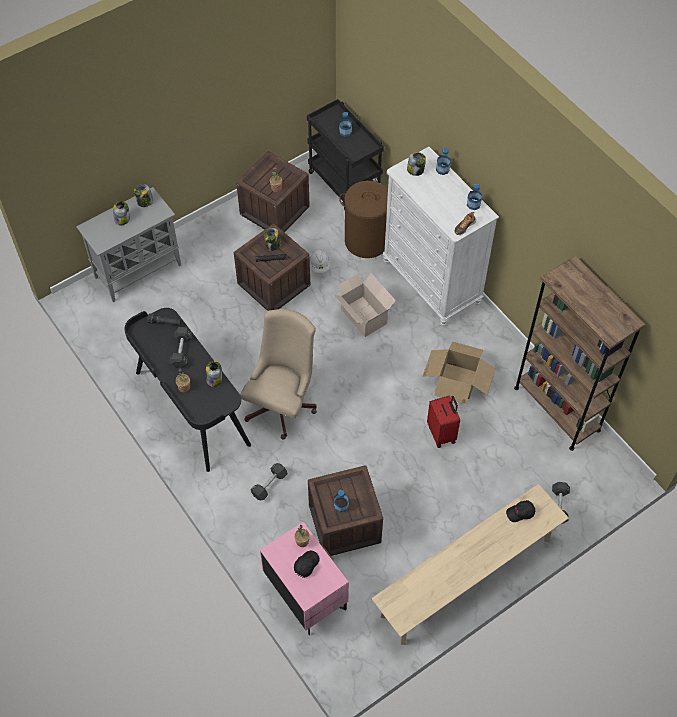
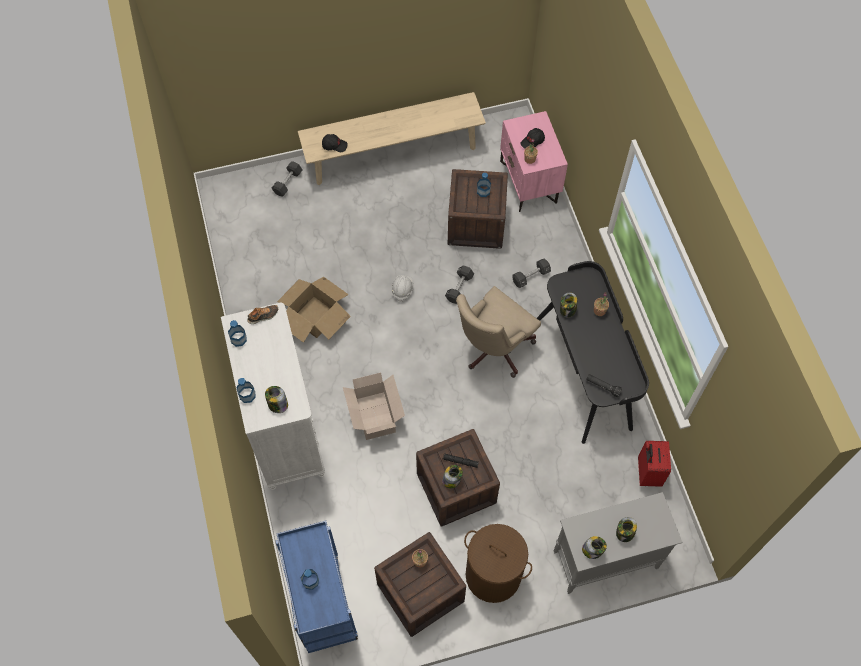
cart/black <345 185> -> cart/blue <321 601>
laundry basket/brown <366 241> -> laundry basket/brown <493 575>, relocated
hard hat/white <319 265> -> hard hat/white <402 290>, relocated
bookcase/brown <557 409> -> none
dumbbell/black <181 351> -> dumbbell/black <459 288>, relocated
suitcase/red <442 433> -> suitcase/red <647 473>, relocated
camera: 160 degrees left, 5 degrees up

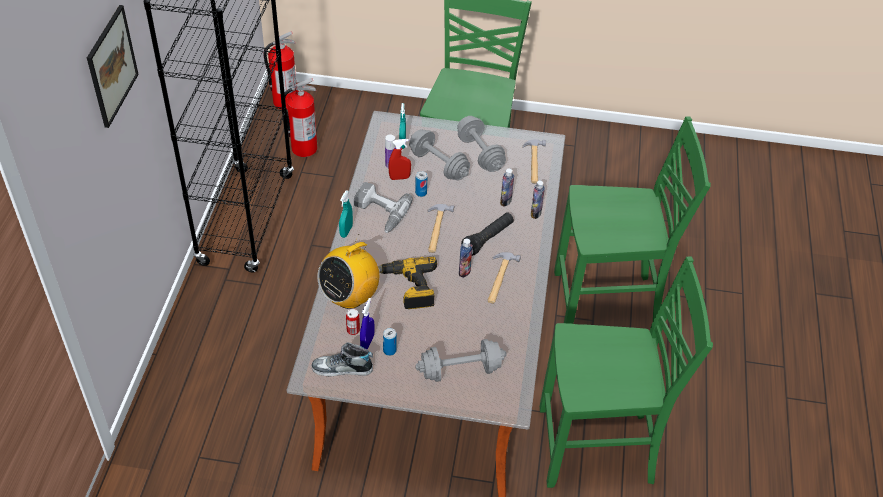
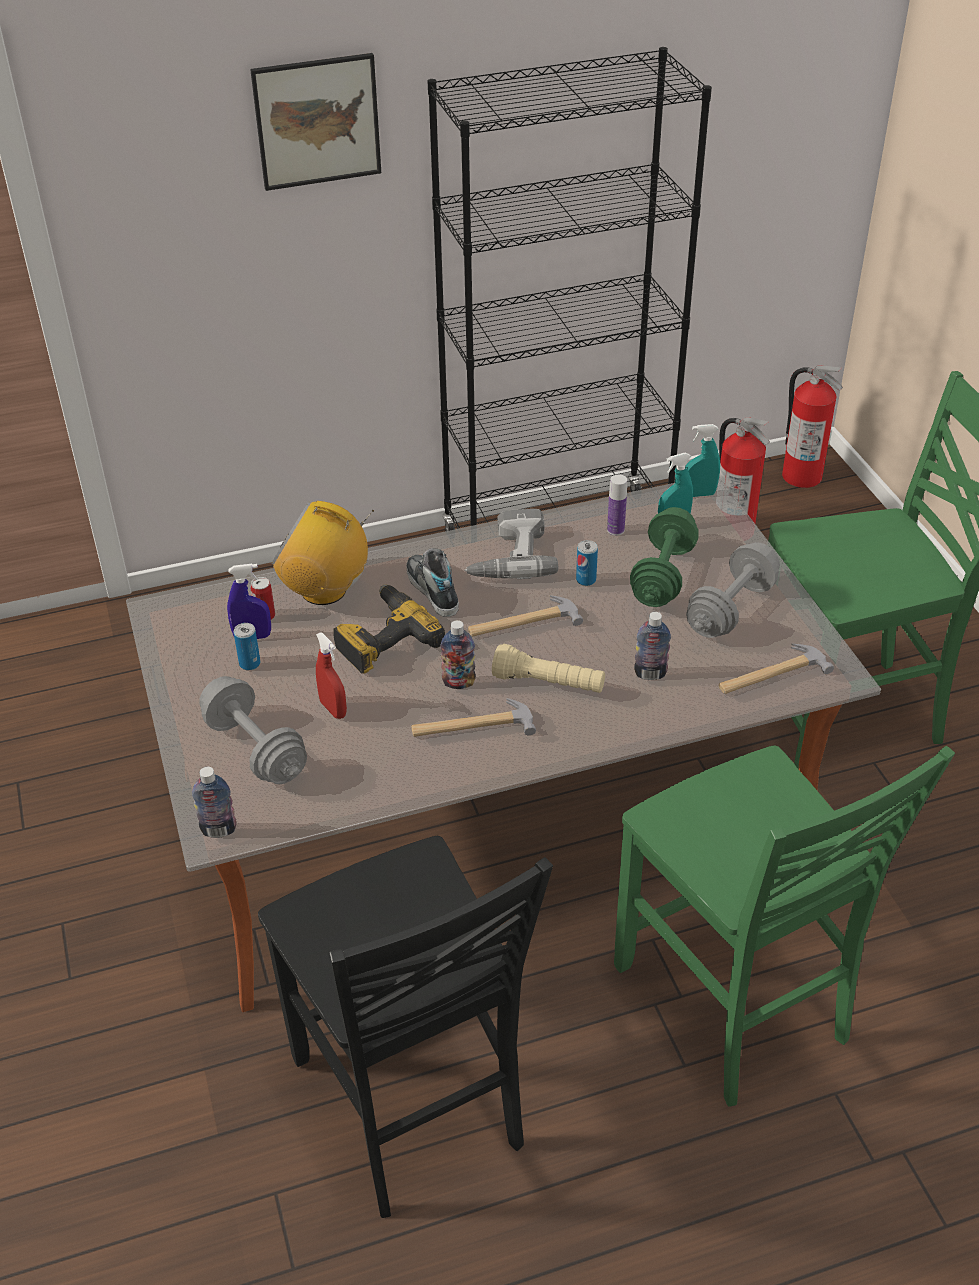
dumbbell/grey <439 165> -> dumbbell/green <662 576>
spray bottle/red <399 177> -> spray bottle/red <333 709>, relocated
bottle <536 213> -> bottle <219 830>, relocated
spray bottle/turquoise <346 231> -> spray bottle/turquoise <699 494>, relocated
flashlight/black <488 239> -> flashlight/beige <548 683>
chair/green <598 448> -> chair/black <411 1104>
shoe <342 369> -> shoe <432 590>, relocated
camera: 65 degrees right, 5 degrees down

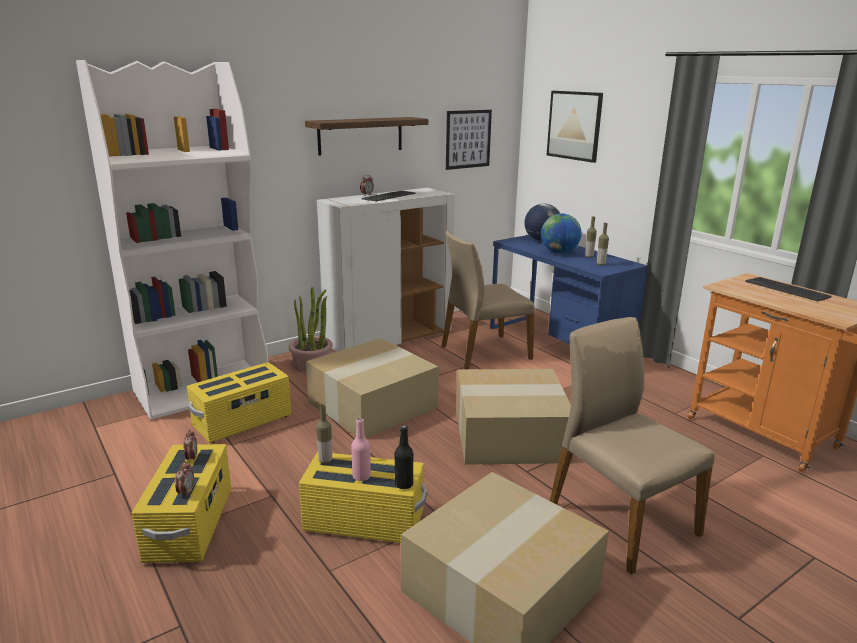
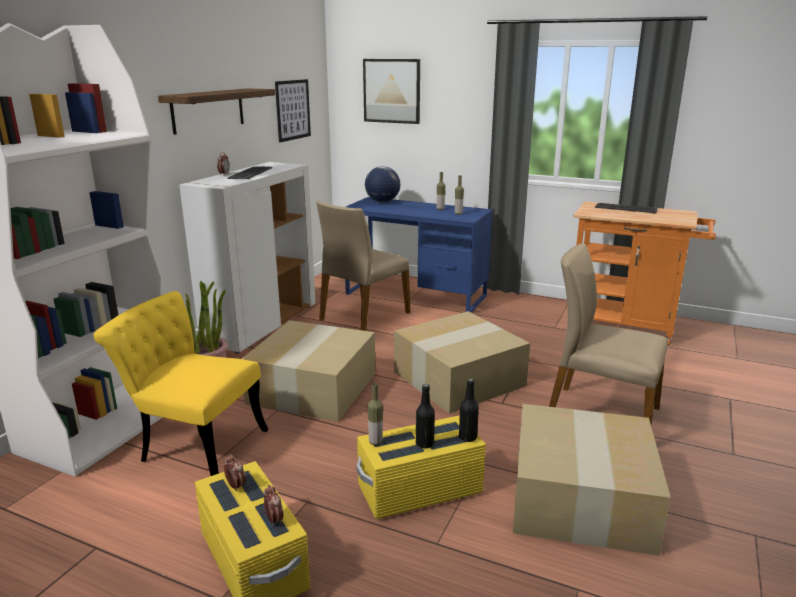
globe <559 253> -> none
storage box/yellow <243 422> -> chair/yellow <194 443>
bottle/pink <361 476> -> bottle/black <424 444>
camera: 30 degrees left, 0 degrees up

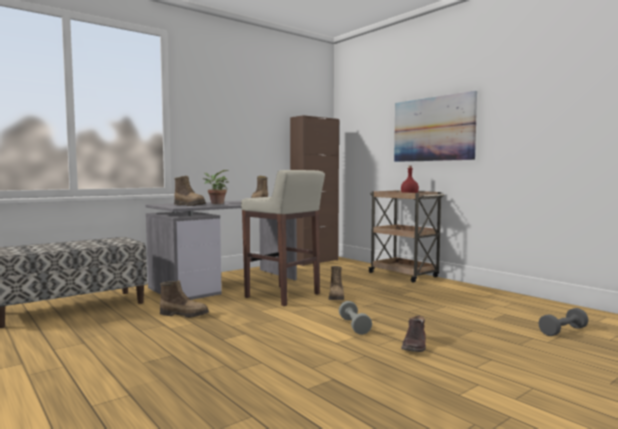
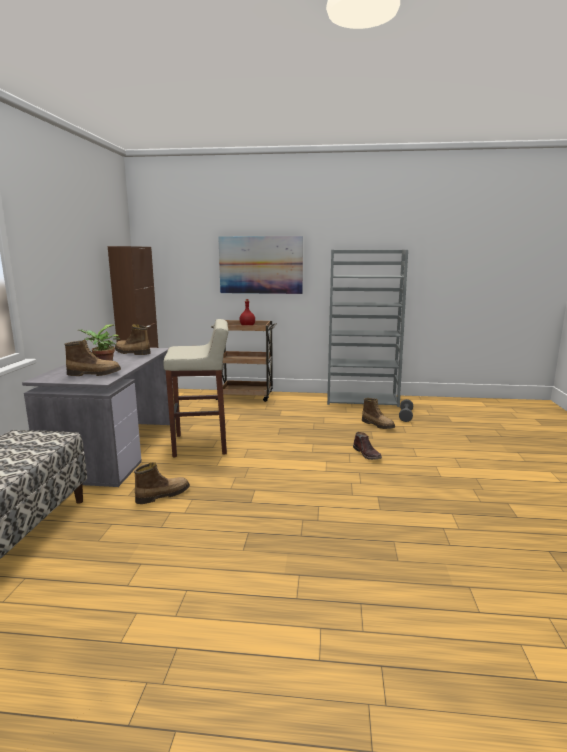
boot <336 297> -> boot <378 425>, relocated
dumbbell/grey <354 326> -> none
none -> bookcase/grey <362 399>
camera: 45 degrees left, 10 degrees up

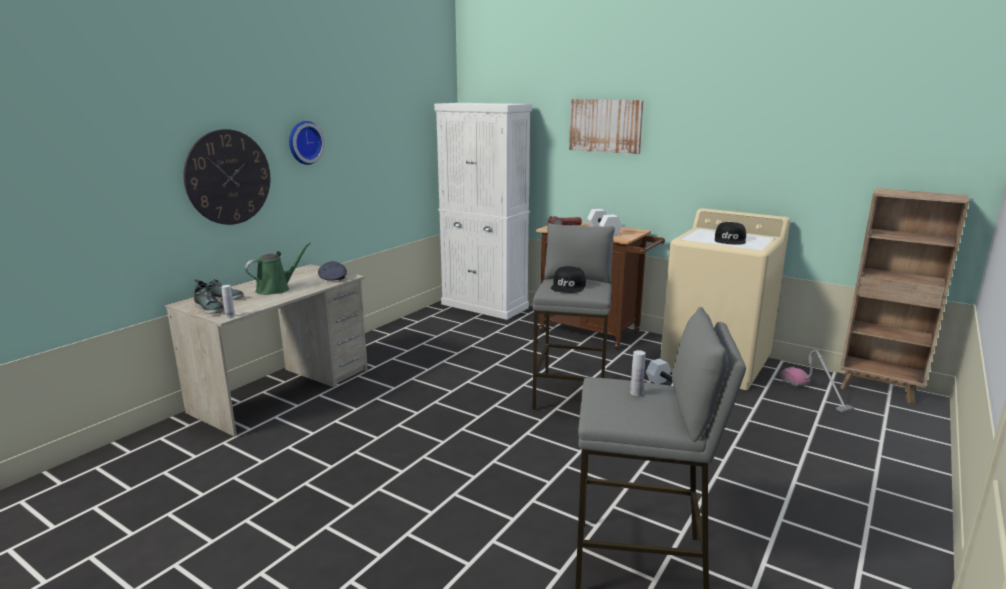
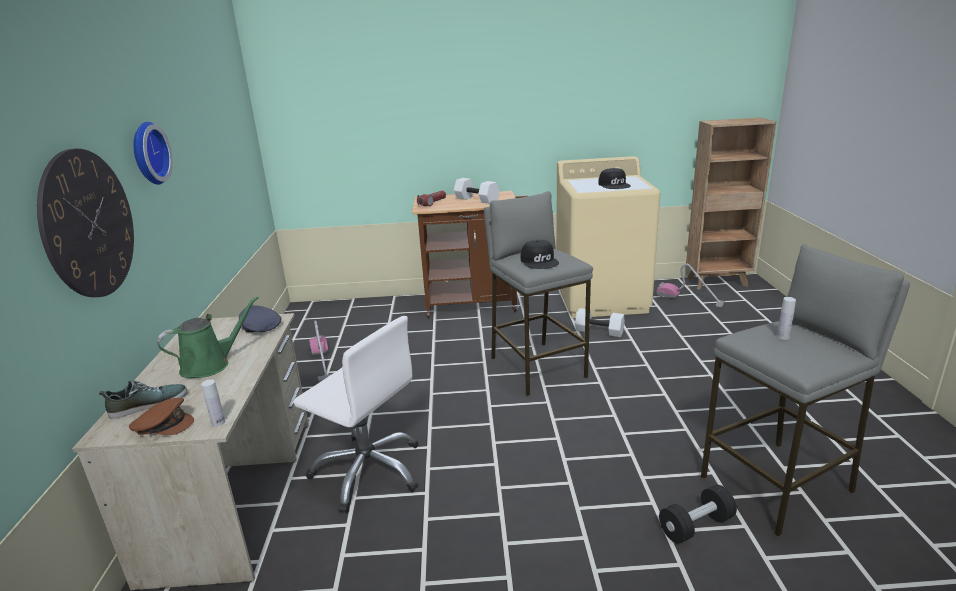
picture <605 125> -> none
cabinet/white <484 306> -> none
watering can/green <276 289> -> watering can/green <210 365>, 45 degrees clockwise
shoe <209 308> -> cap/brown <163 425>
none -> office chair/white <369 471>
none -> vacuum cleaner <322 362>
none -> dumbbell/black <696 526>
camera: 35 degrees left, 5 degrees up

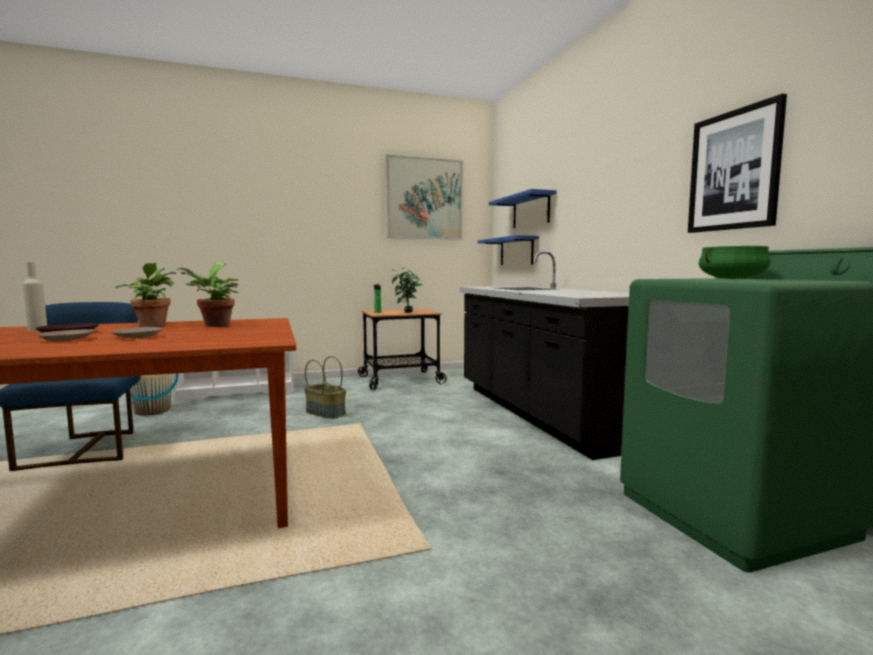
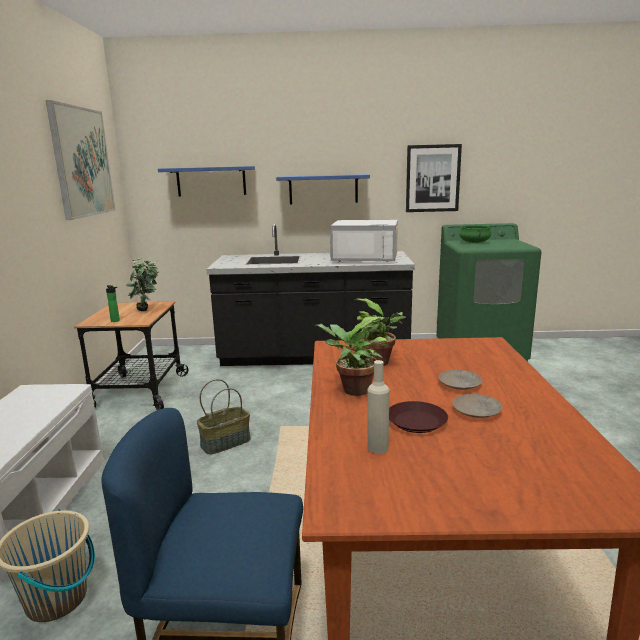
shelf/blue <516 251> -> shelf/blue <323 189>, relocated
none -> microwave/white <366 258>
camera: 70 degrees left, 10 degrees up

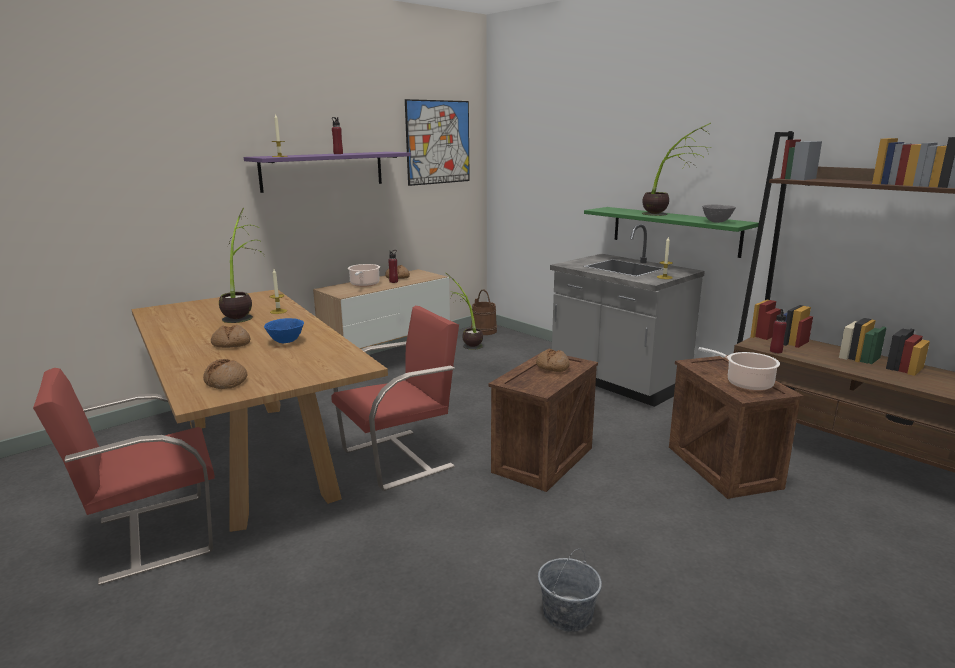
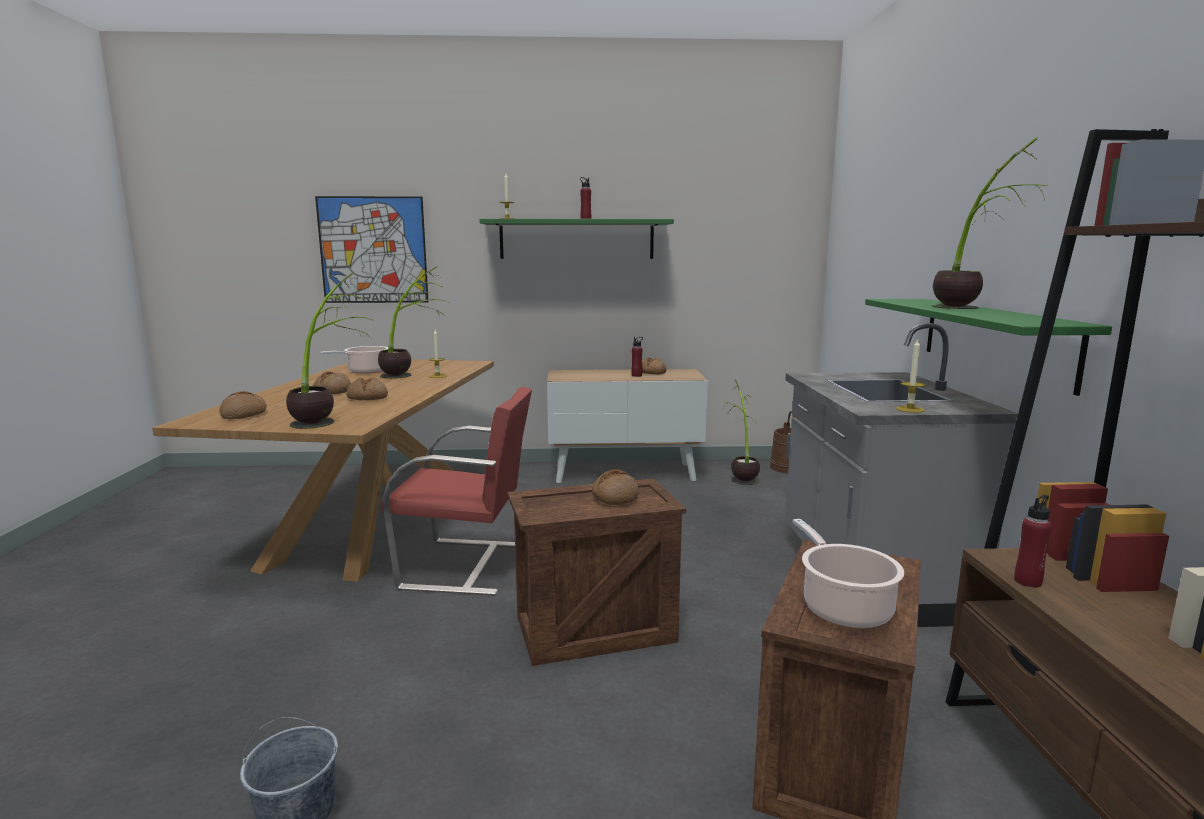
picture <438 142> -> picture <373 250>, relocated
shelf/purple <323 171> -> shelf/green <577 239>
bowl/grey <717 222> -> none
cooking pot <364 284> -> cooking pot <365 371>, relocated
bowl/blue <286 342> -> bread <367 398>
chair/red <151 536> -> none
none -> potted plant <331 417>
camera: 40 degrees right, 5 degrees down

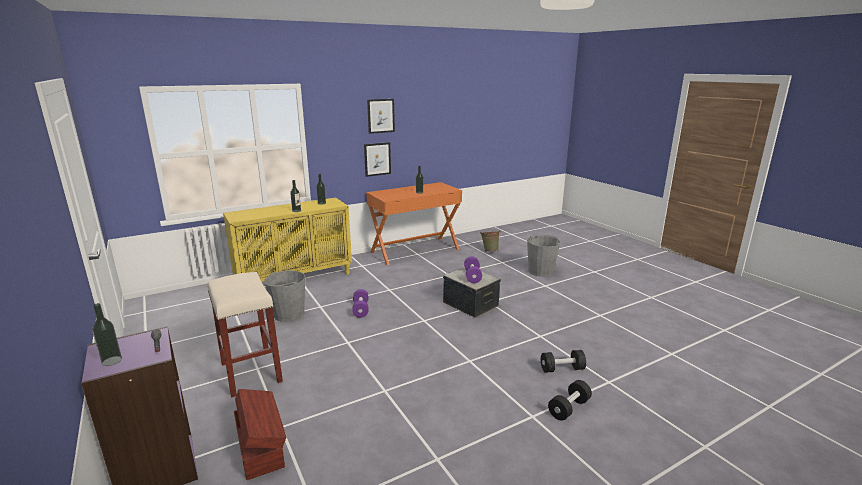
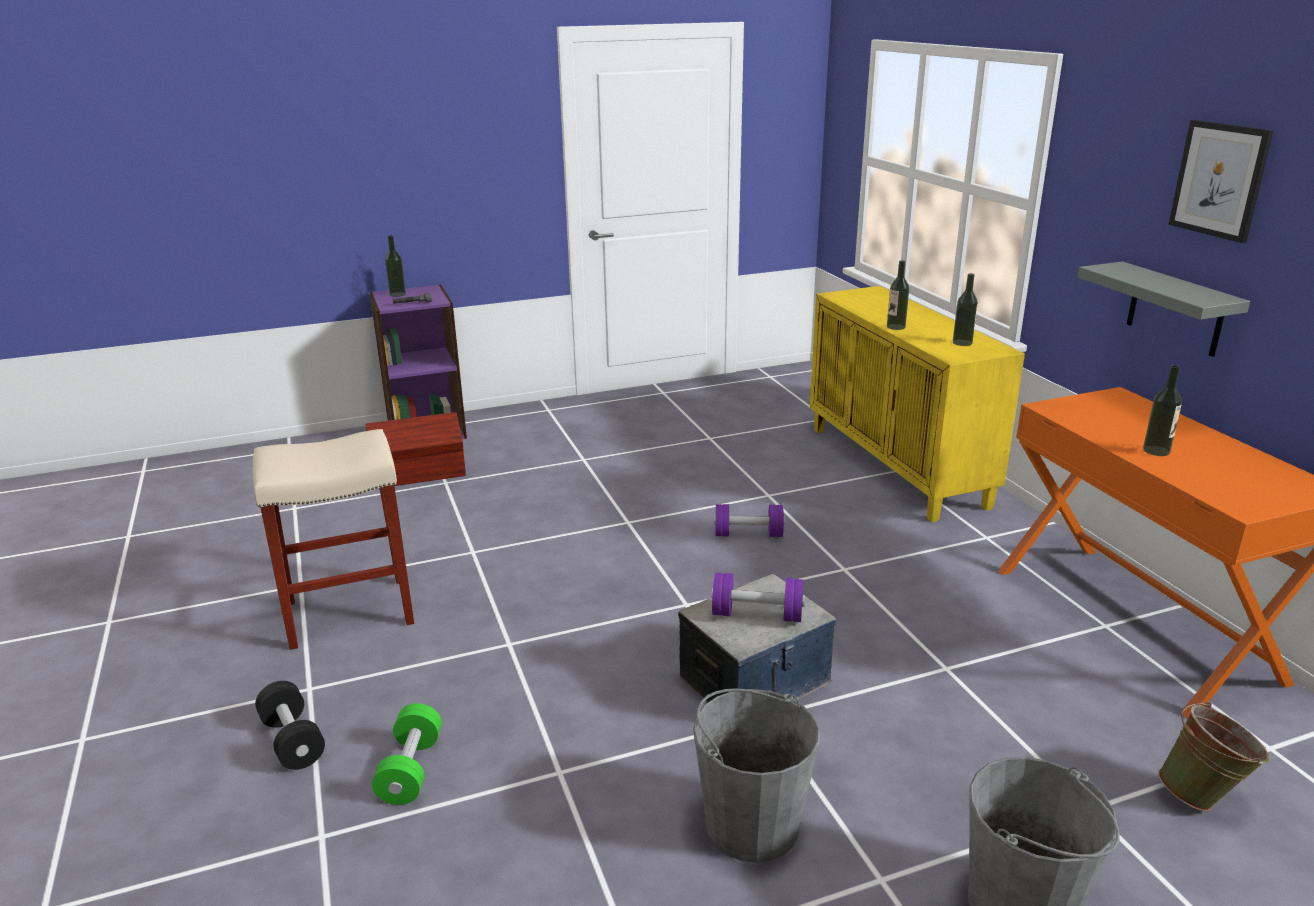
picture <377 159> -> shelf/grey <1175 309>
bucket/grey <288 314> -> bucket/grey <751 824>, relocated
stool/beige <250 372> -> stool/beige <351 611>, relocated
dumbbell/black <562 369> -> dumbbell/green <411 770>
camera: 100 degrees right, 5 degrees up

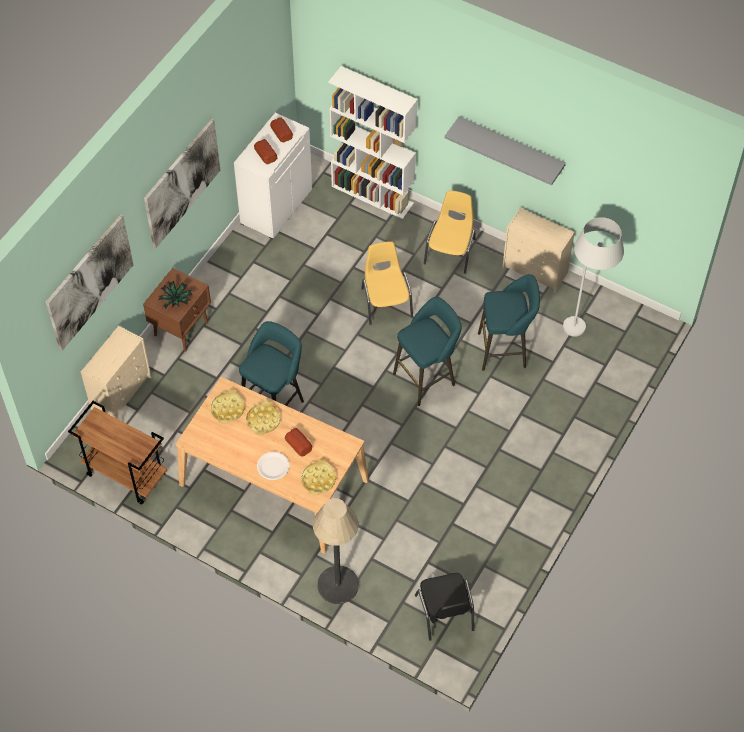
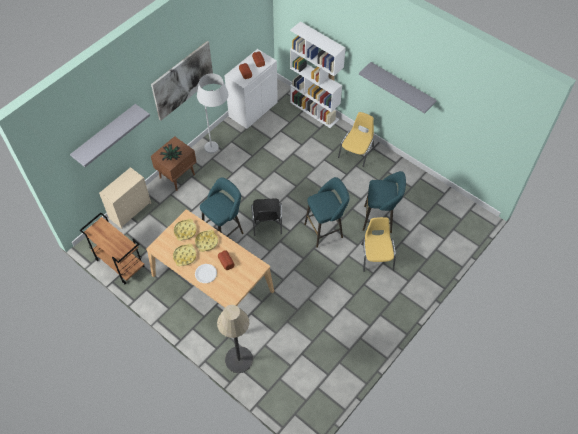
dresser/beige <535 270> -> none
picture <89 281> -> shelf/grey <105 133>
floor lamp/white <585 322> -> floor lamp/white <219 145>, relocated
chair/yellow <386 301> -> chair/yellow <377 256>, relocated
tray/yellow <318 479> -> tray/yellow <185 256>, relocated
chair/black <445 613> -> chair/black <267 222>, relocated
camera: 10 degrees right, 0 degrees up

